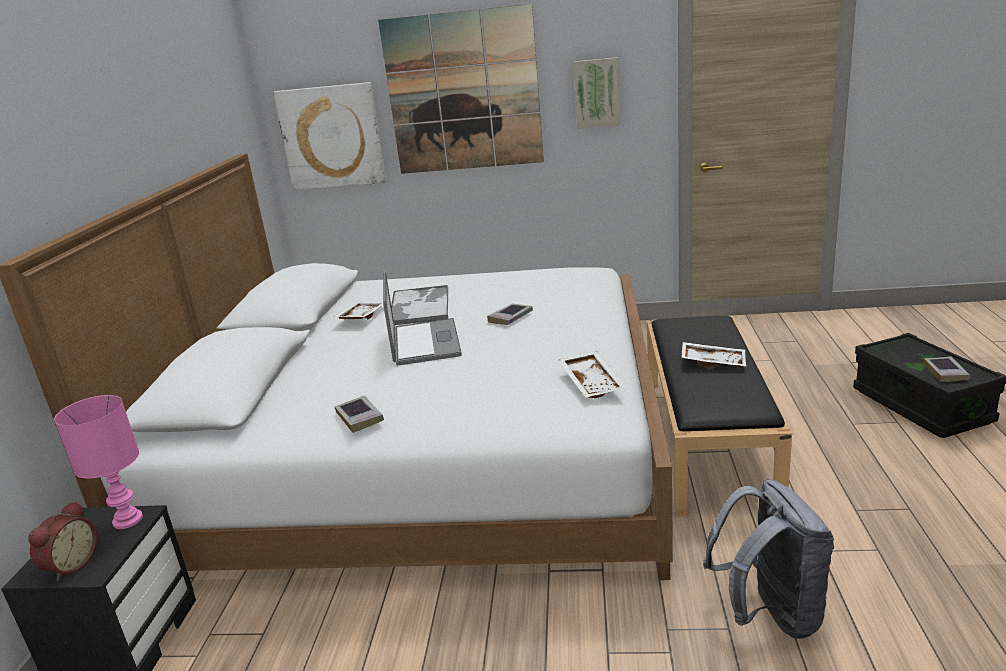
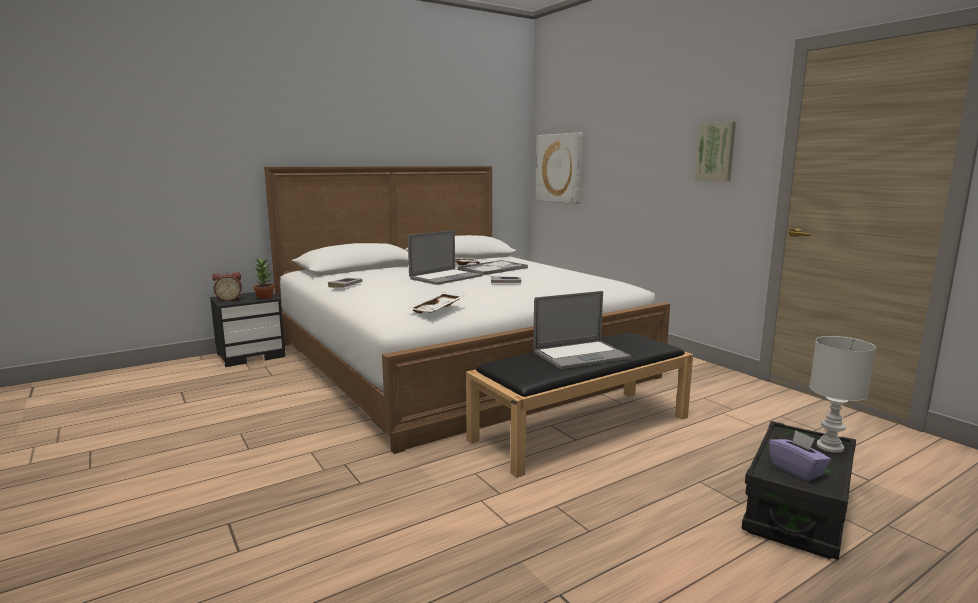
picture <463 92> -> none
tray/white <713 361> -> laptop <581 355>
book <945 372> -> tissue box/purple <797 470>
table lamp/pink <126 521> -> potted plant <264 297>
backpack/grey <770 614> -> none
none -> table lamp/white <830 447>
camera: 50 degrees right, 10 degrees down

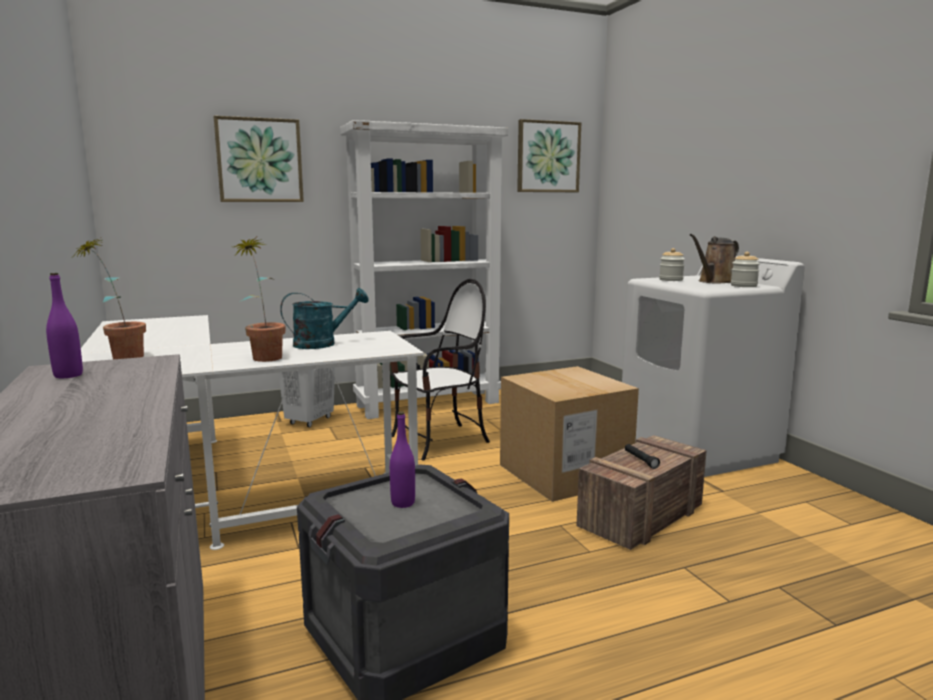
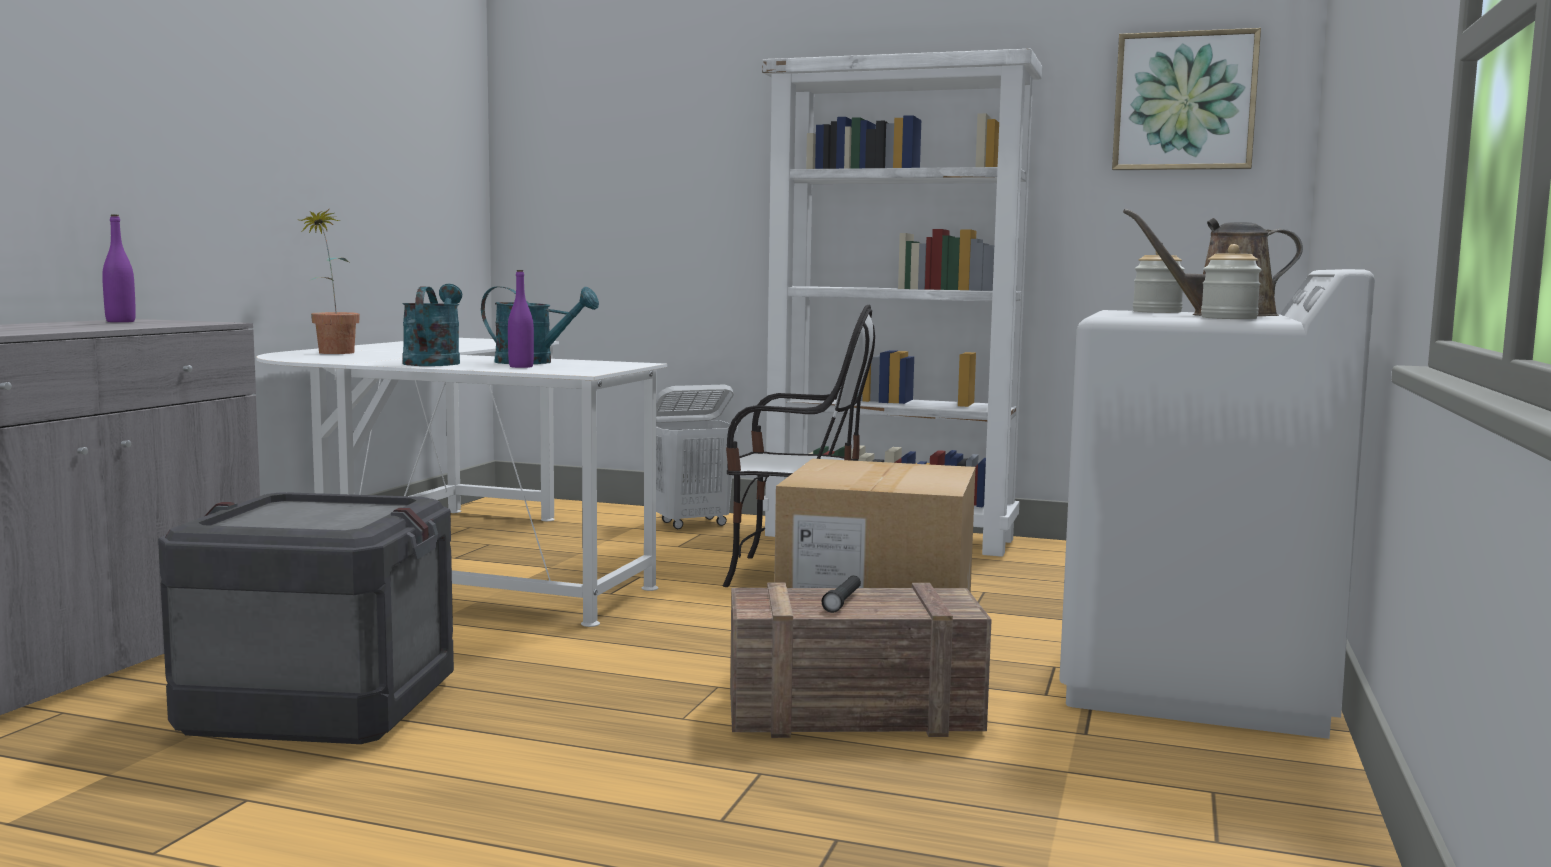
picture <259 160> -> none
potted plant <264 356> -> watering can/turquoise <434 362>
bottle/purple <403 503> -> bottle/purple <521 367>, relocated
camera: 40 degrees right, 5 degrees down

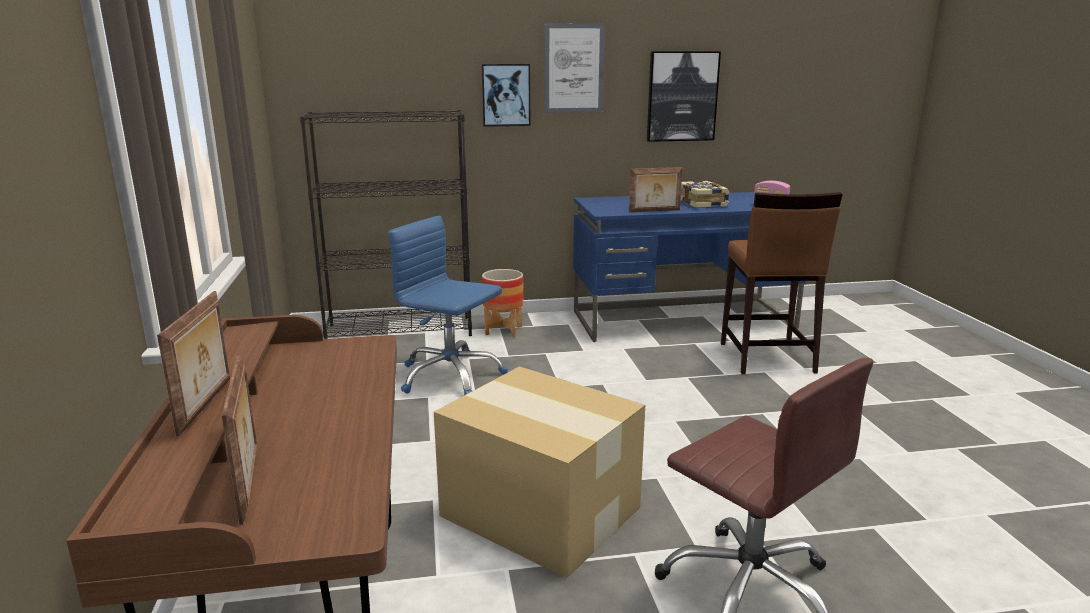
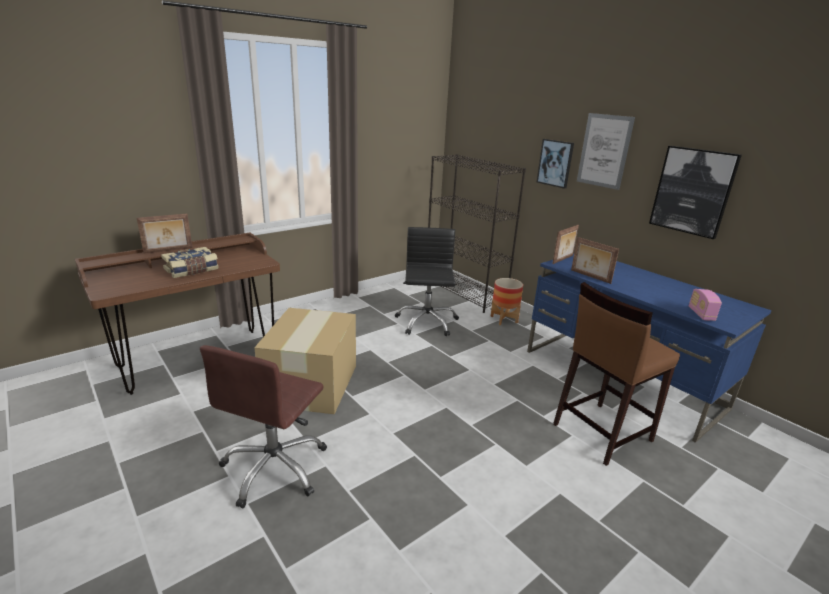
book <702 203> -> book <192 270>, relocated
office chair/blue <450 376> -> office chair/black <426 322>
picture frame <250 483> -> picture frame <563 259>, relocated
camera: 60 degrees right, 5 degrees up

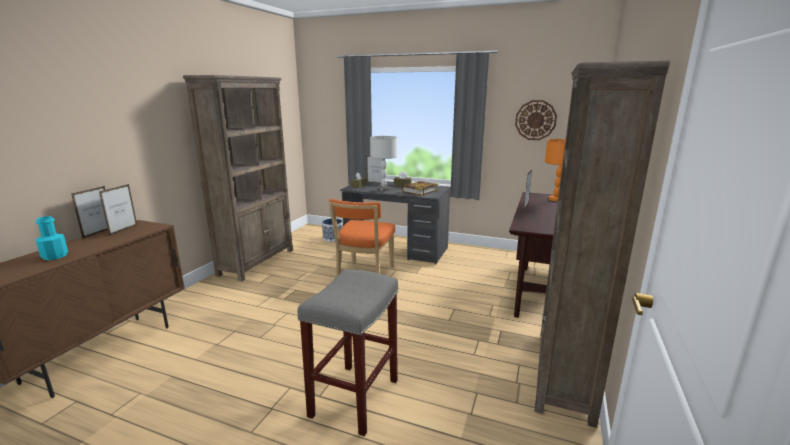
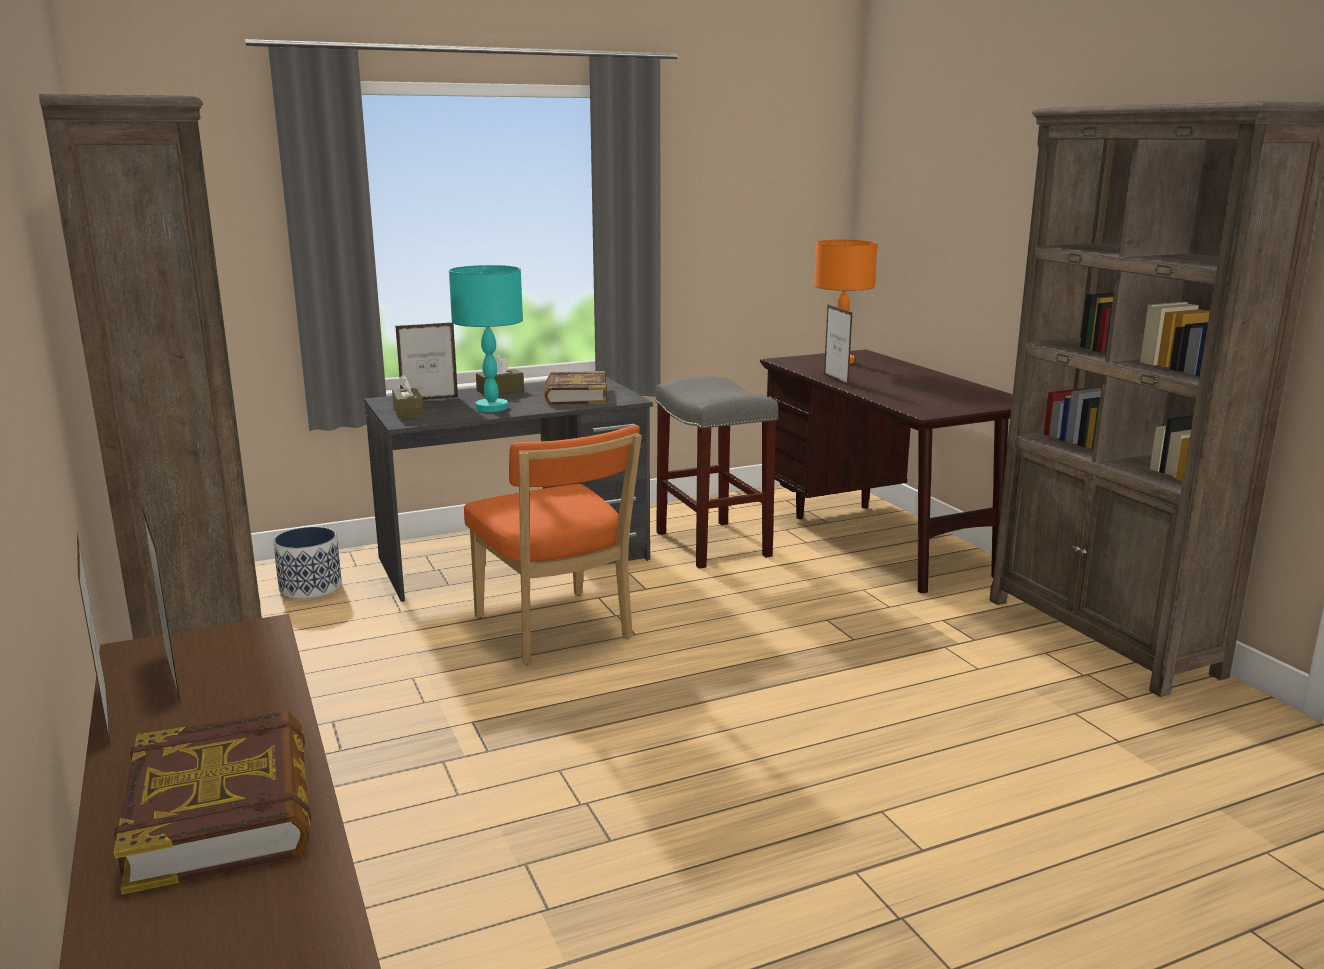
wall clock <535 120> -> none
table lamp/grey <384 189> -> table lamp/turquoise <491 407>
bottle/turquoise <55 256> -> book <223 810>
stool/grey <355 396> -> stool/grey <711 544>, relocated
camera: 45 degrees left, 0 degrees up

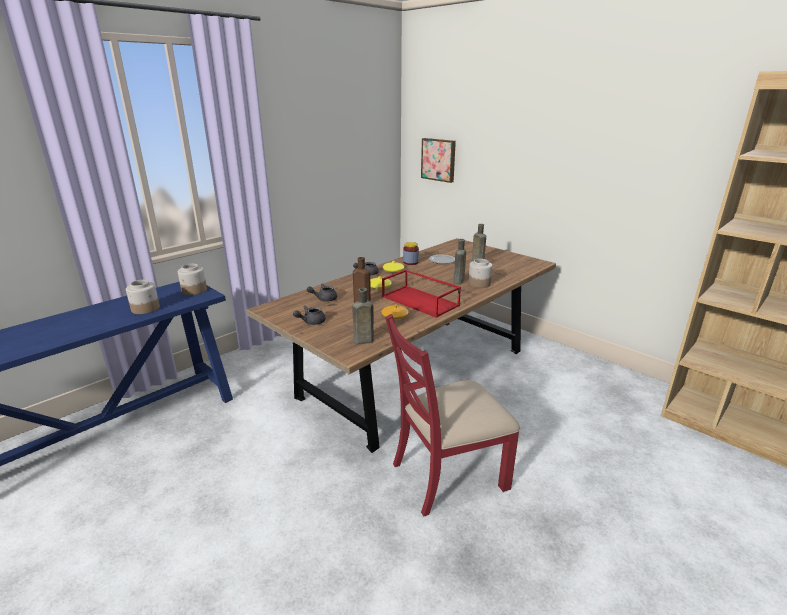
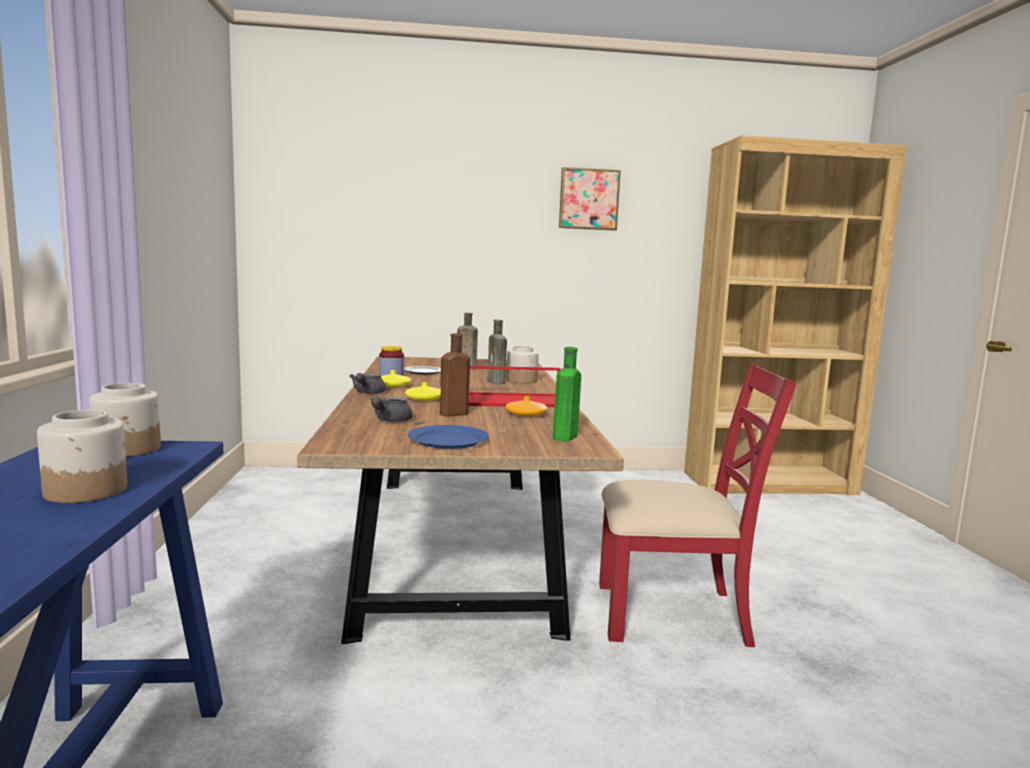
picture <439 159> -> picture <588 199>, relocated
bottle/brown <362 341> -> bottle/green <564 438>
teapot/grey <311 322> -> plate/blue <448 440>
chair/red <447 475> -> chair/red <673 614>, 105 degrees counterclockwise
camera: 50 degrees left, 15 degrees down

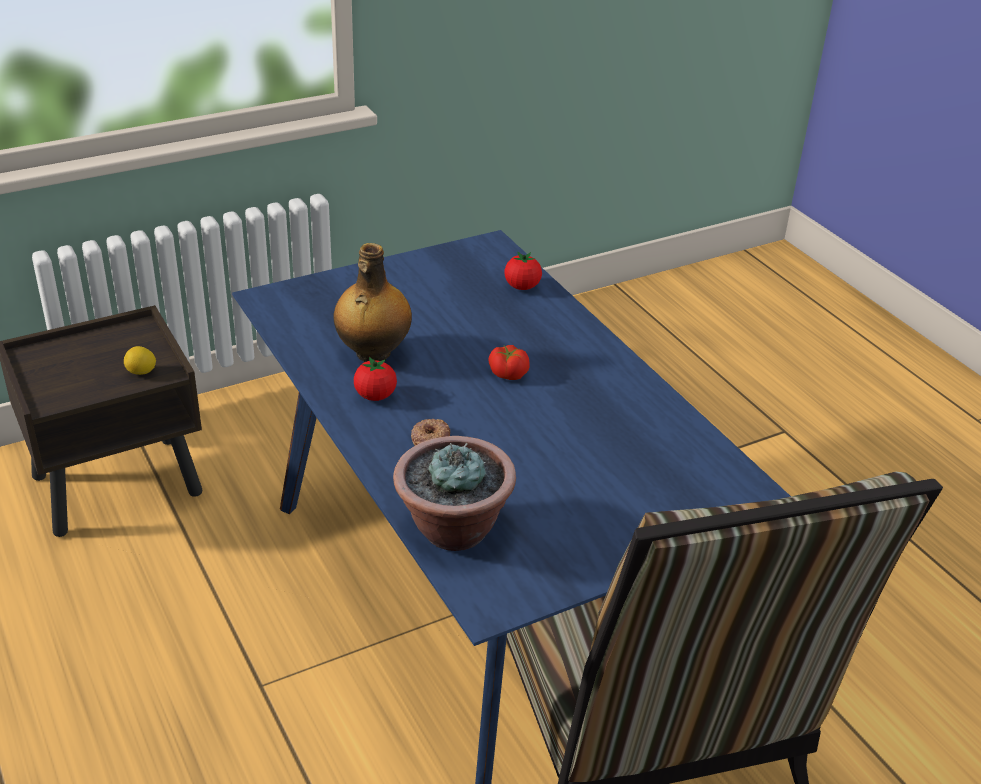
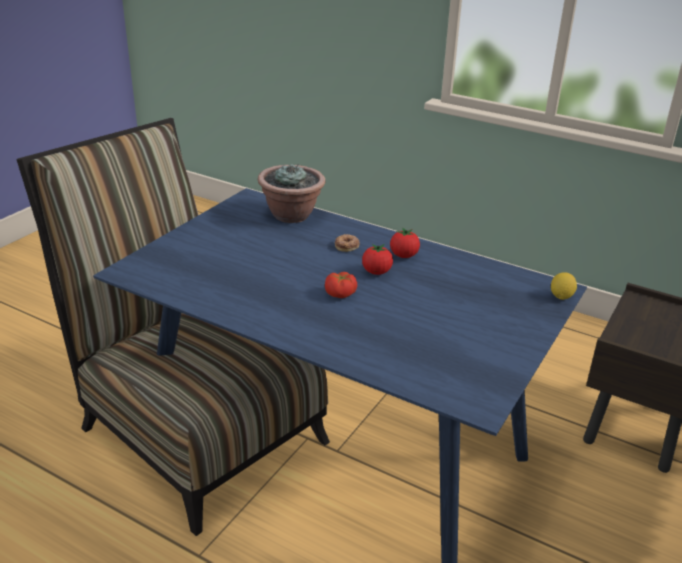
bottle <372 354> -> none
tomato <522 287> -> tomato <376 272>, relocated
lemon <141 372> -> lemon <561 296>, relocated
camera: 150 degrees right, 5 degrees down

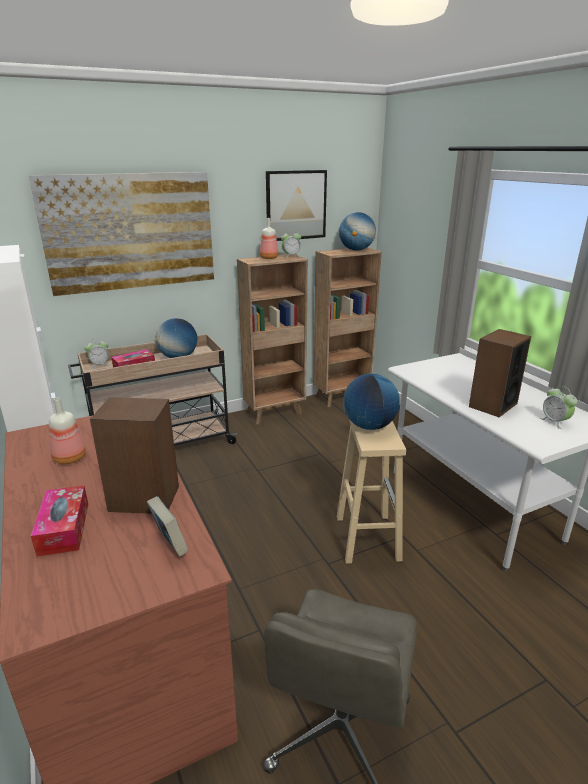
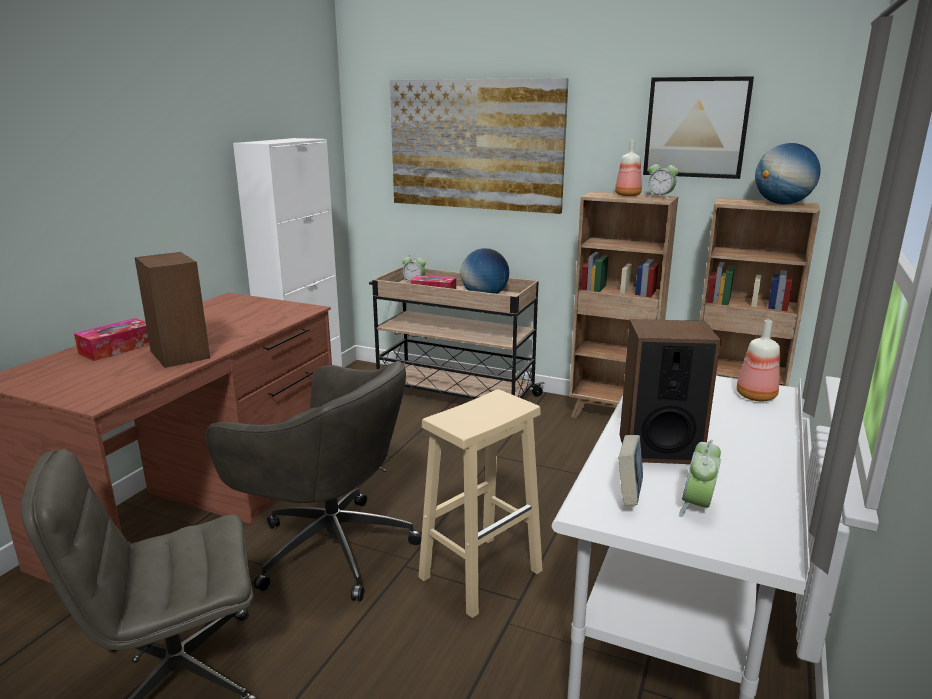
globe <369 426> -> none
bottle <70 458> -> bottle <756 397>, relocated
book <169 544> -> book <628 495>, relocated
none -> office chair/grey <329 547>
camera: 50 degrees right, 5 degrees down

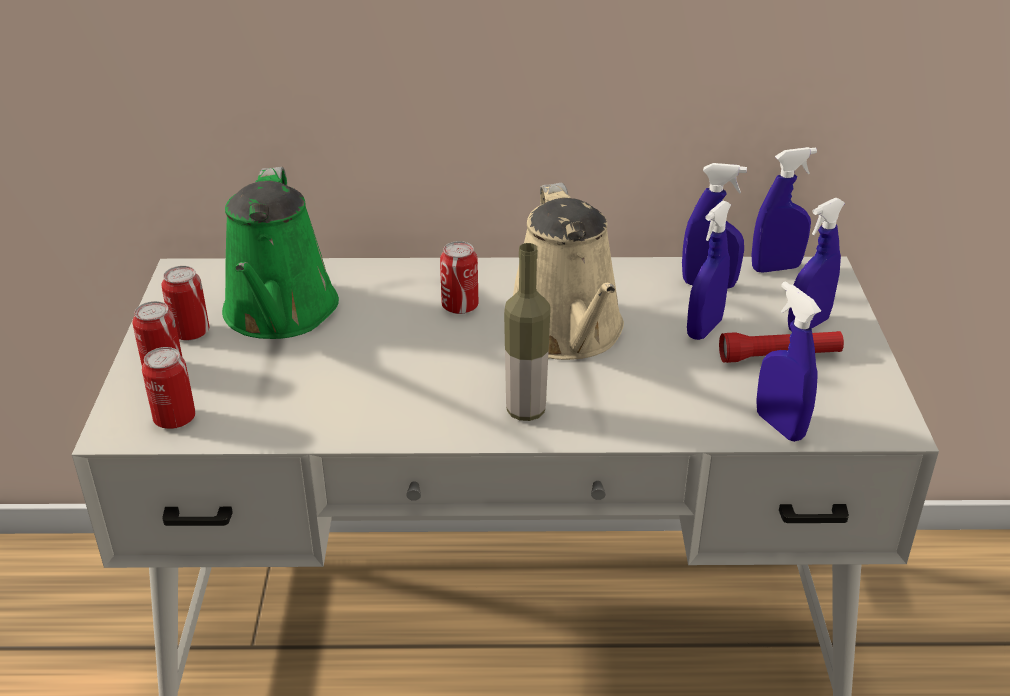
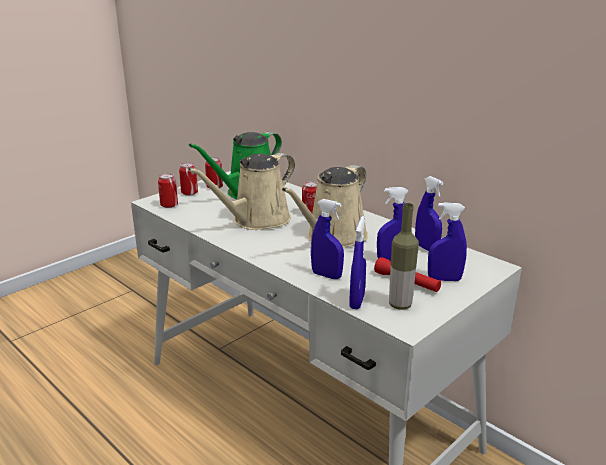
spray bottle/blue <776 268> -> spray bottle/blue <326 275>, relocated
bottle <526 411> -> bottle <400 305>, relocated
none -> watering can/beige <257 220>
camera: 45 degrees right, 10 degrees down

